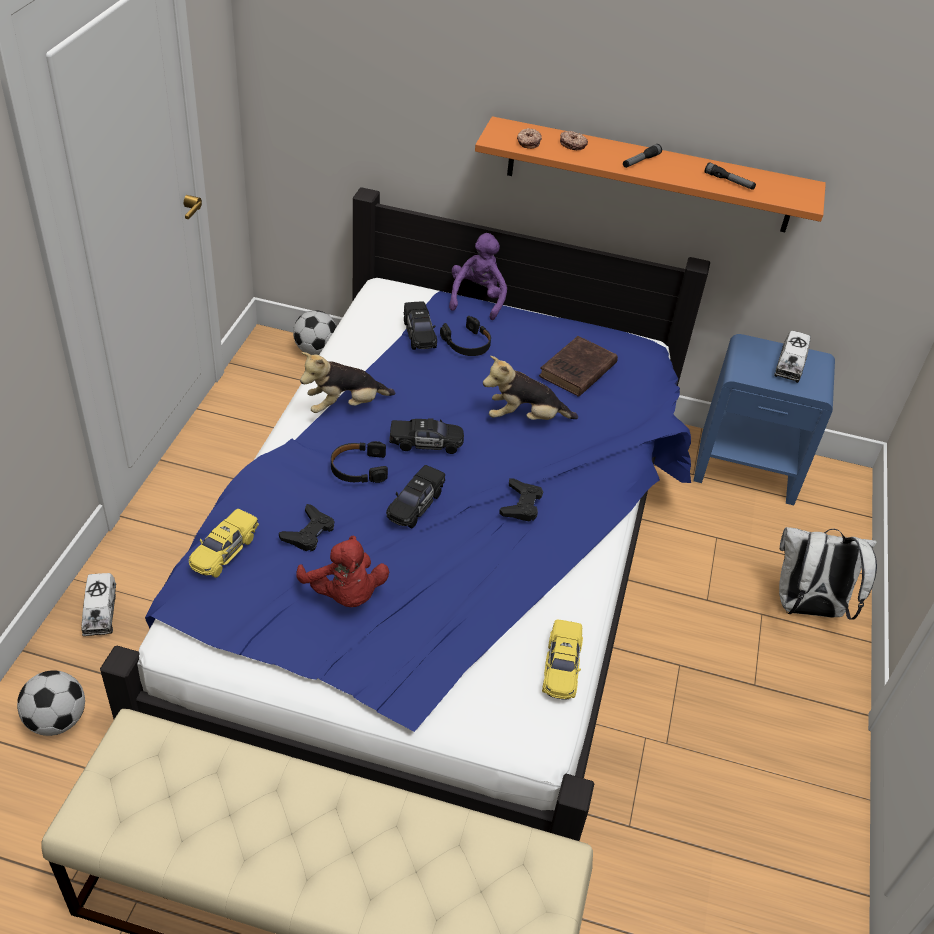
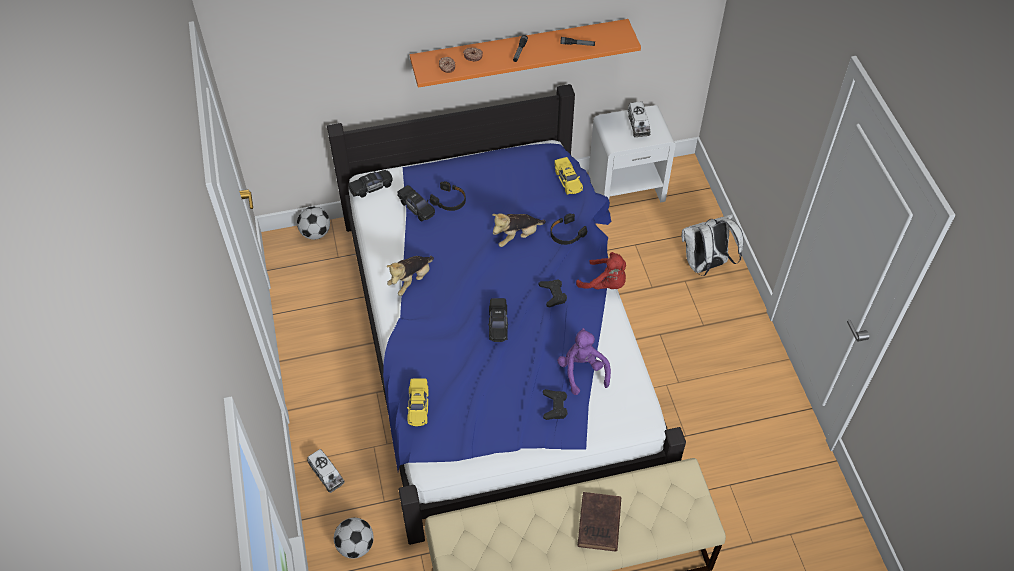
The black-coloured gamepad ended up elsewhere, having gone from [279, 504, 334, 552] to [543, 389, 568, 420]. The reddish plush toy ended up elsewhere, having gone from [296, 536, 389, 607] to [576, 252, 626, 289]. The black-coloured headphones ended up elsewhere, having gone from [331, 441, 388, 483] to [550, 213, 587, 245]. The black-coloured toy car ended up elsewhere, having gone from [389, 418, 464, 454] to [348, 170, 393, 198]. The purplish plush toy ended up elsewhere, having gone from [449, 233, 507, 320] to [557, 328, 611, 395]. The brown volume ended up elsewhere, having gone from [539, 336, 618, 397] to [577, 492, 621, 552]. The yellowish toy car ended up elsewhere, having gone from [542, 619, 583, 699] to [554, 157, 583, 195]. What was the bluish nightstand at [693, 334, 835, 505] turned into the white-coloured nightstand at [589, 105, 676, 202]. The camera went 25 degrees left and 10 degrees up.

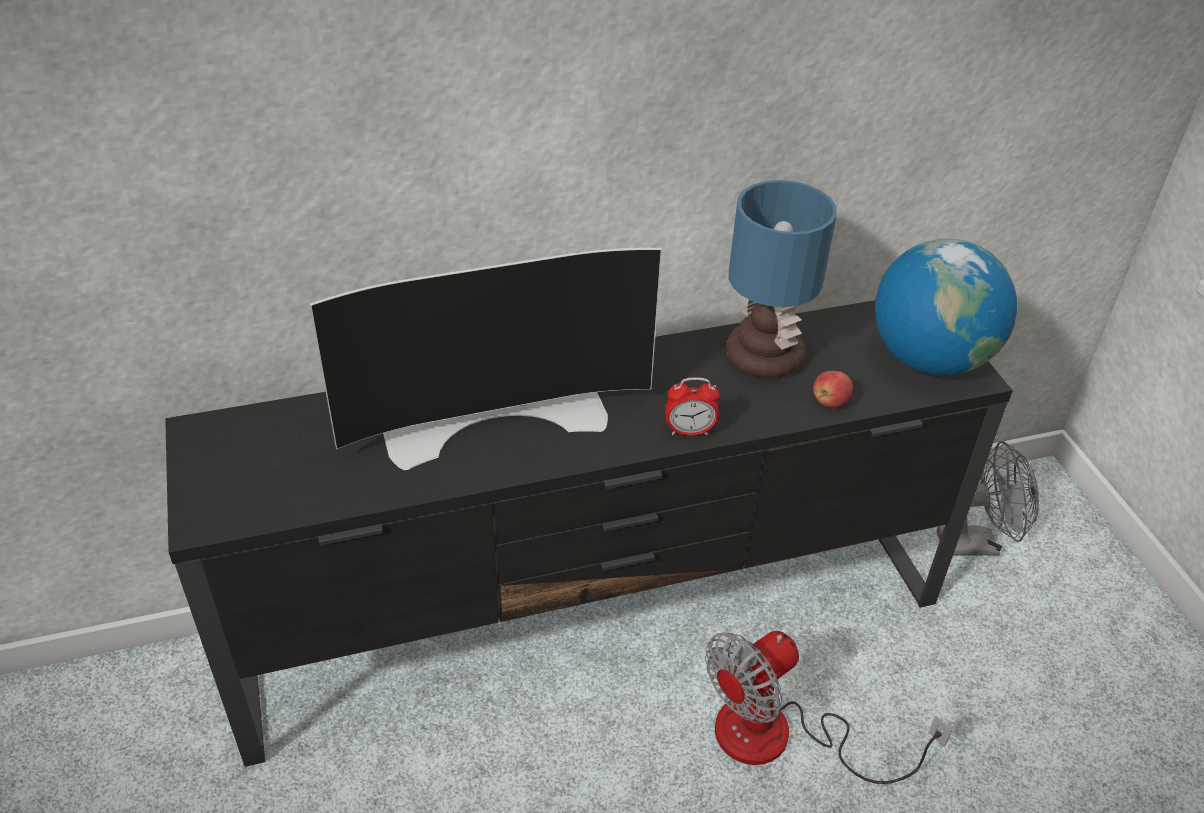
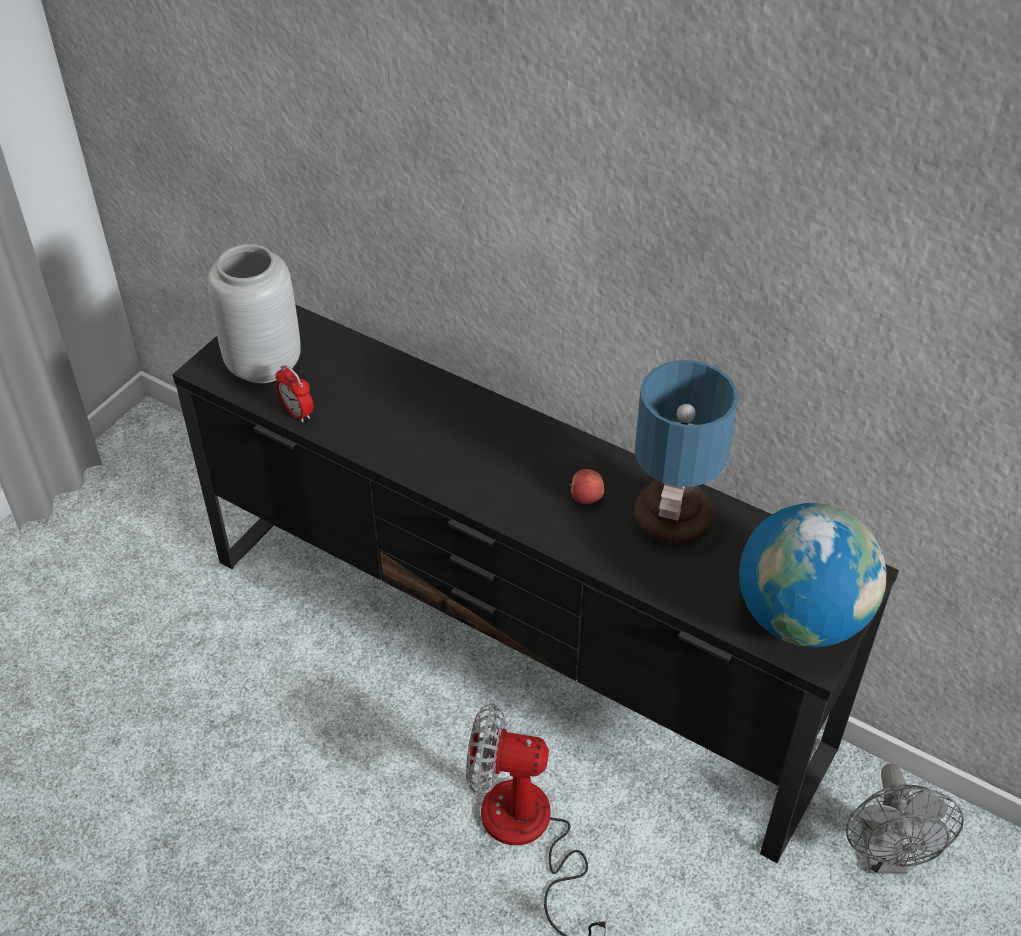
The second view lost the TV set at [310, 248, 662, 470]. The second view gained the gray flower vase at [207, 244, 301, 383]. The bedside clock ended up elsewhere, having gone from [665, 377, 720, 436] to [275, 365, 314, 423]. The whole apple ended up elsewhere, having gone from [813, 371, 853, 408] to [570, 469, 604, 504]. The gray electric fan at [937, 441, 1039, 556] ended up facing another way, 45 degrees clockwise from before. The camera went 50 degrees right and 5 degrees up.

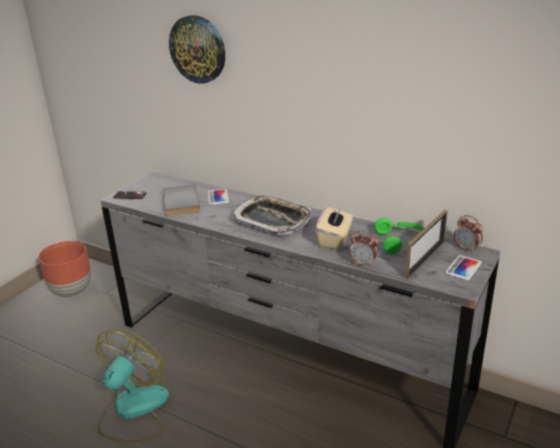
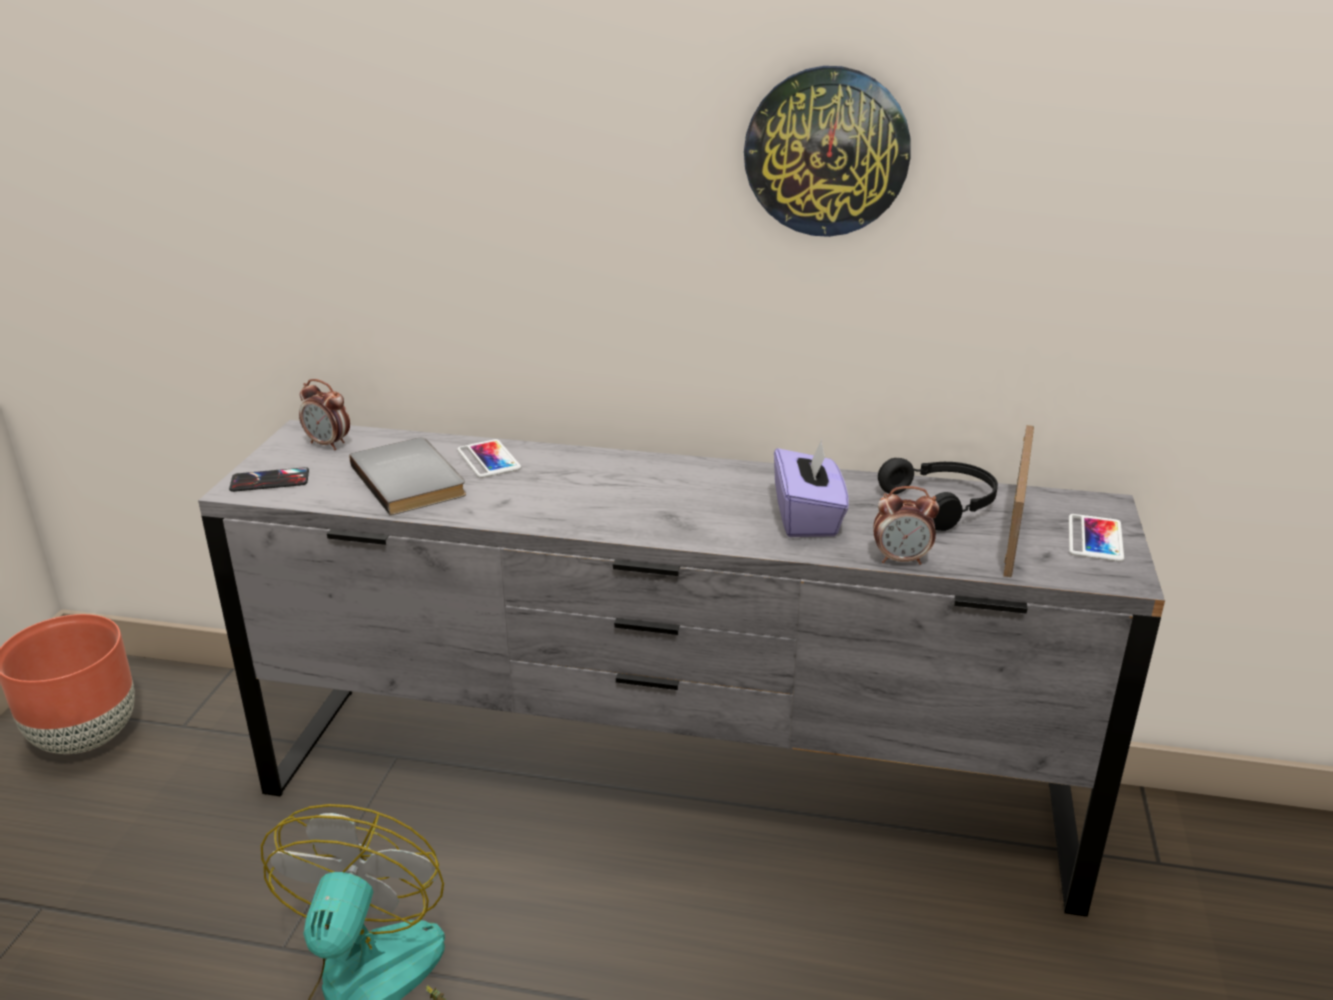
The second view lost the carrying tray at [231, 196, 311, 235]. The clock on the wall ended up elsewhere, having gone from [169, 15, 225, 84] to [744, 66, 911, 237]. The bedside clock ended up elsewhere, having gone from [454, 215, 483, 253] to [299, 379, 350, 450]. What was the beige tissue holder at [316, 205, 353, 250] turned into the purplish tissue holder at [774, 439, 849, 537]. What was the green headphones at [374, 218, 424, 254] turned into the black-coloured headphones at [878, 458, 998, 531]. The camera went 20 degrees left and 0 degrees up.

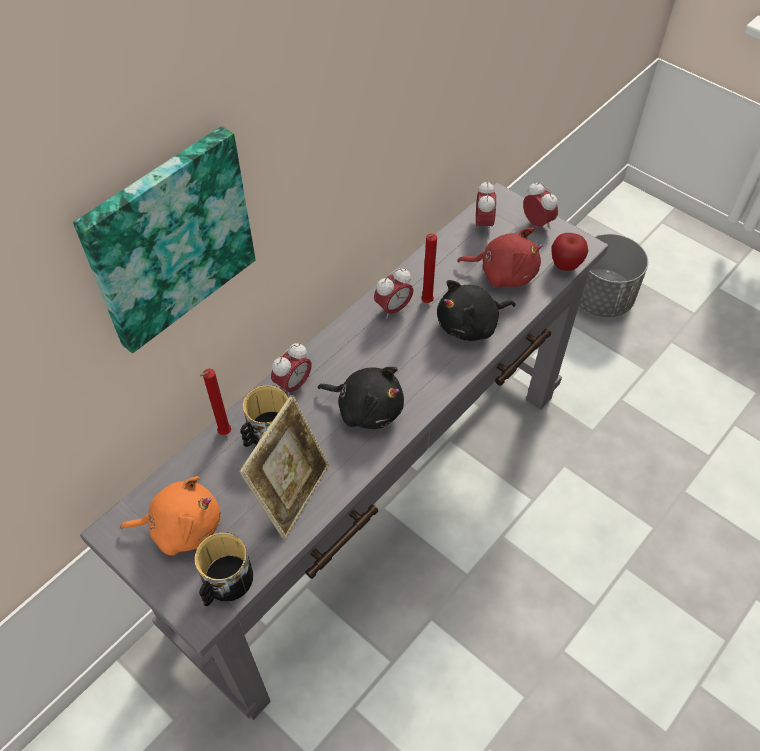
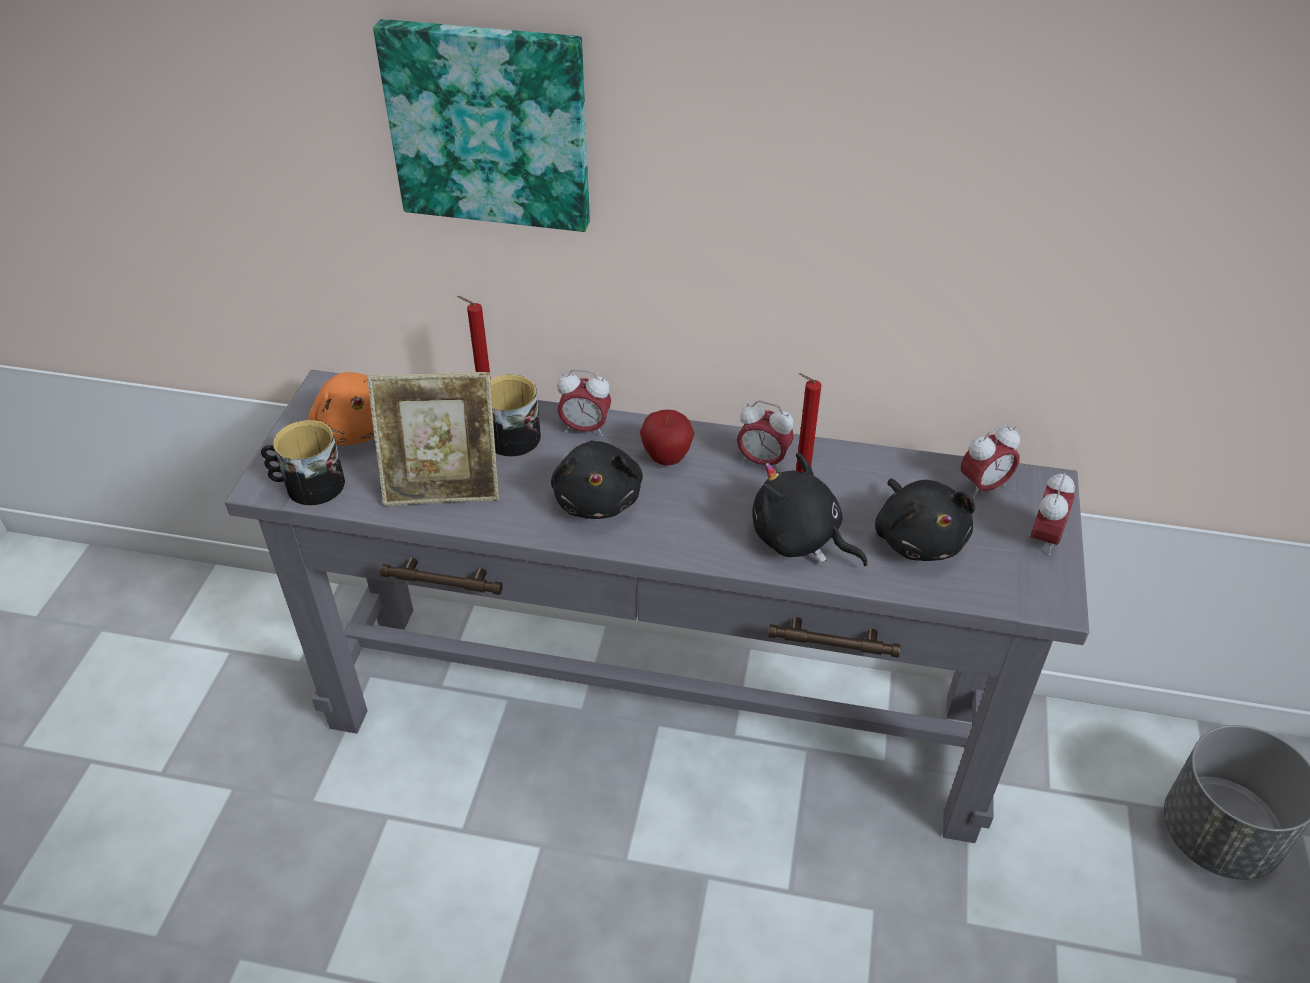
The whole apple ended up elsewhere, having gone from [552, 233, 588, 271] to [640, 410, 694, 465]. What was the reddish plush toy at [457, 228, 542, 288] turned into the black-coloured plush toy at [875, 478, 975, 561]. The camera went 60 degrees right and 10 degrees down.

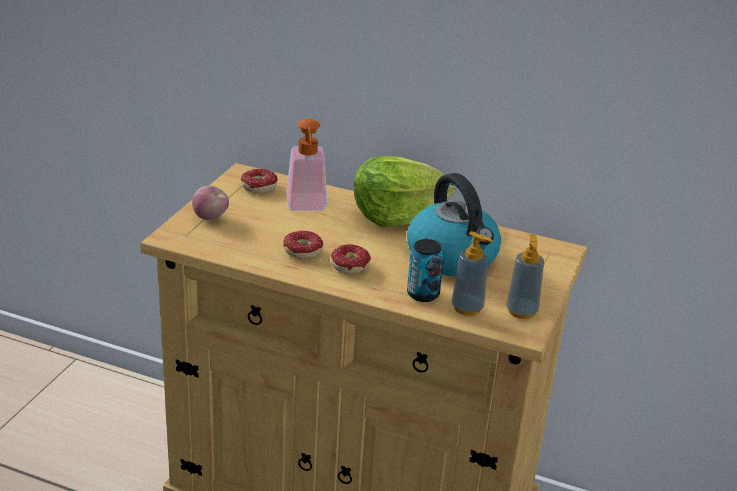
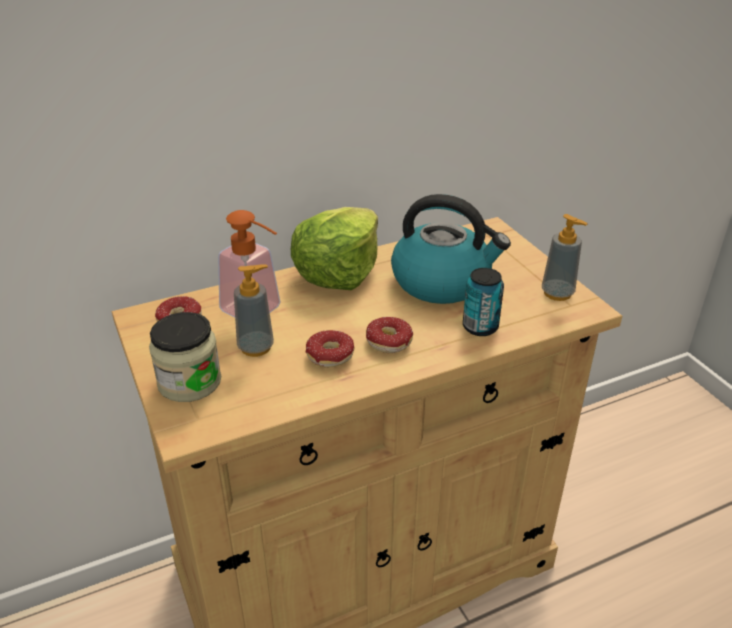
The soap bottle ended up elsewhere, having gone from [452, 231, 493, 316] to [234, 264, 274, 357]. Where the whole apple stood at [192, 186, 229, 220], the storage jar came to stand at [149, 312, 221, 402]. The camera went 45 degrees left and 5 degrees up.

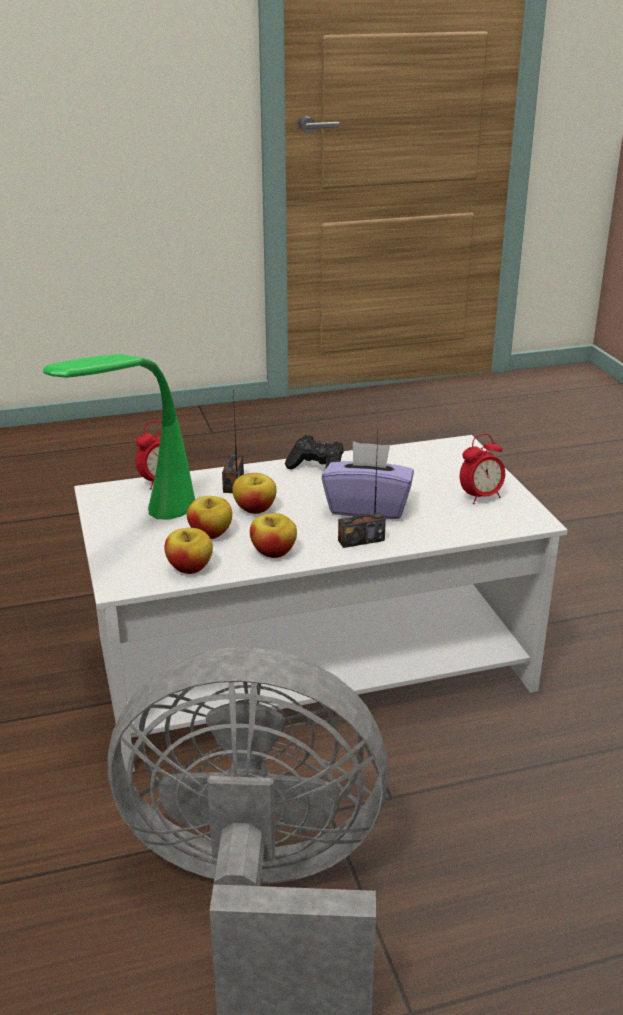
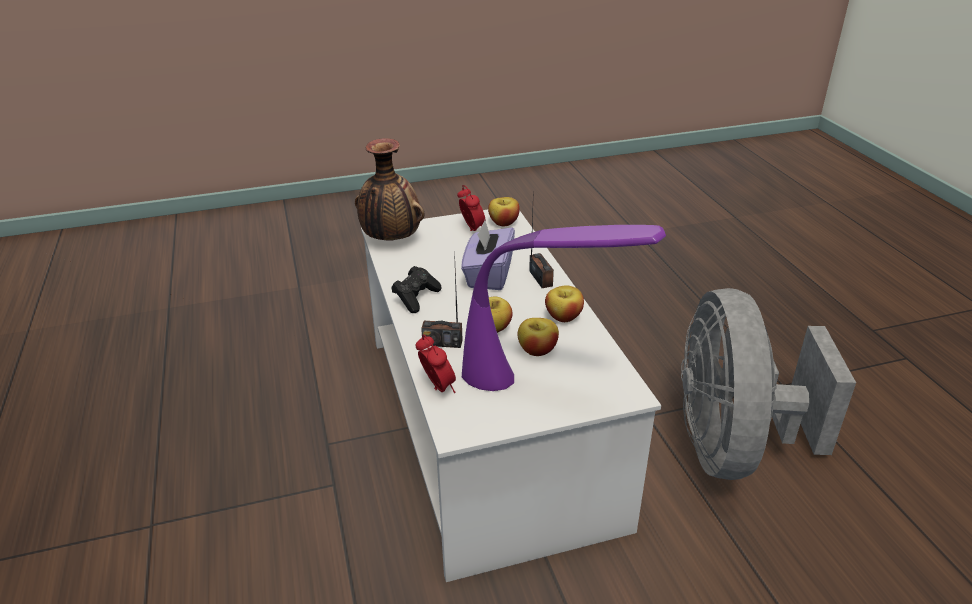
The second view gained the flower vase at [355, 138, 424, 241]. The whole apple ended up elsewhere, having gone from [164, 528, 213, 574] to [488, 197, 520, 226]. What was the green table lamp at [43, 354, 195, 520] turned into the purplish table lamp at [462, 225, 666, 391]. The camera went 90 degrees left and 5 degrees up.

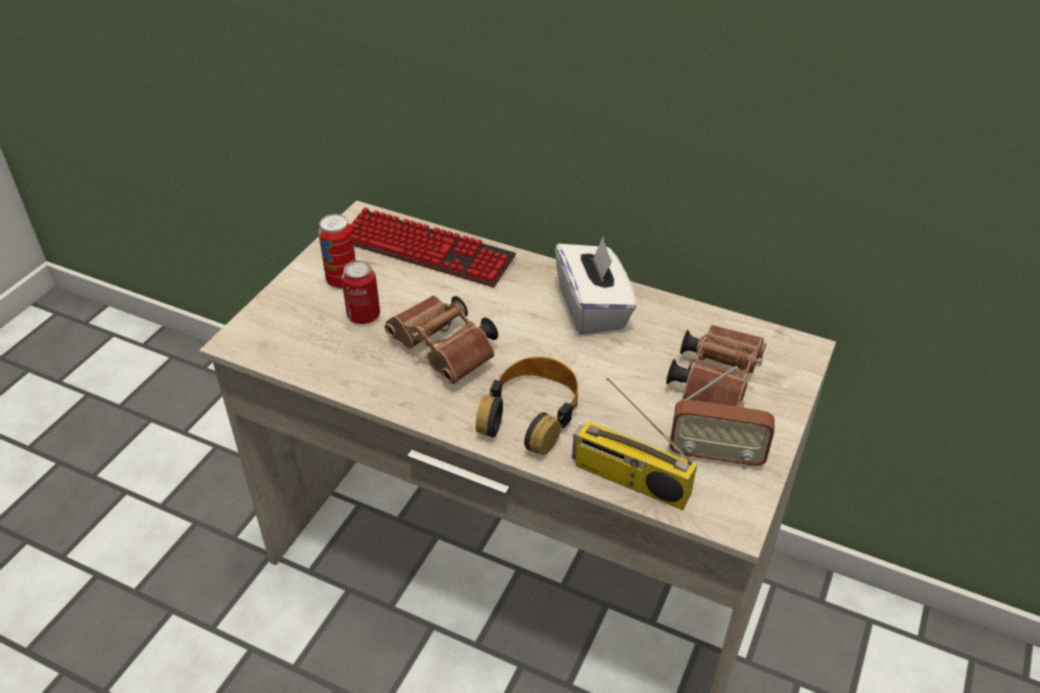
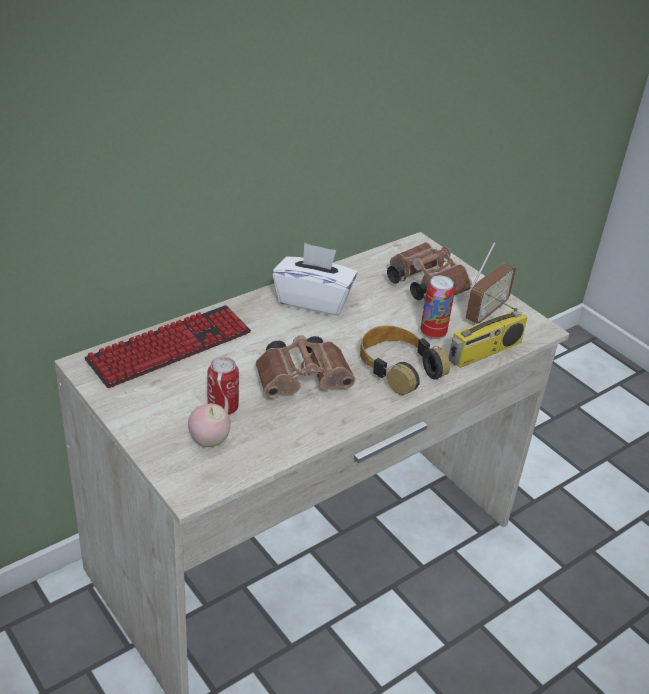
The second view gained the whole apple at [188, 404, 231, 447]. The sealed can ended up elsewhere, having gone from [318, 214, 356, 289] to [420, 276, 455, 339]. The camera went 65 degrees left and 5 degrees down.

